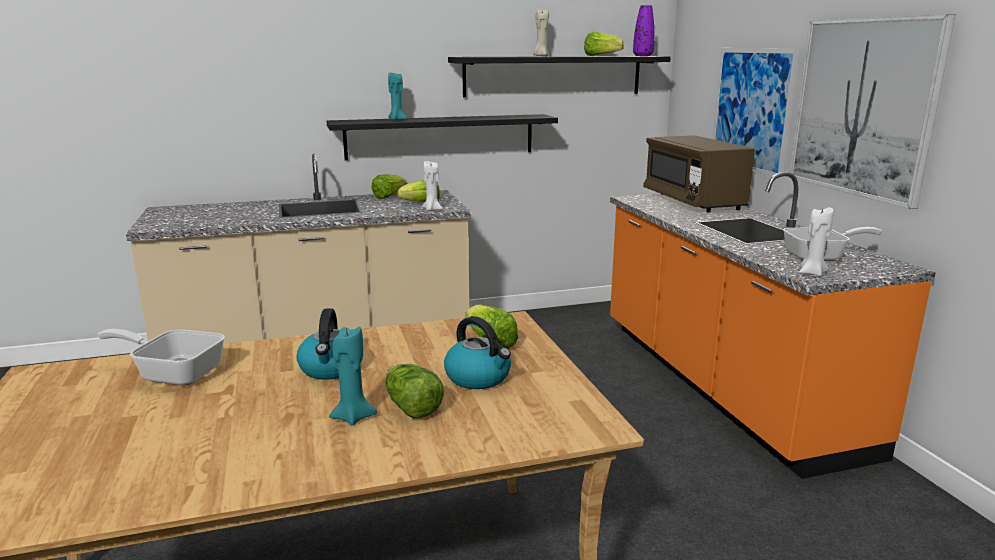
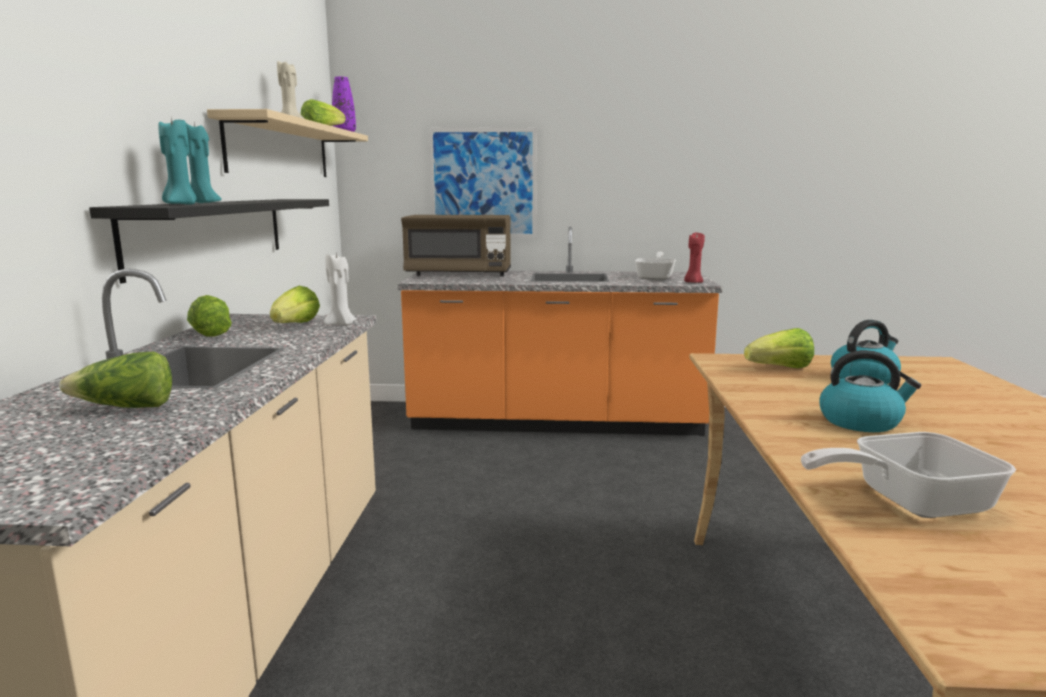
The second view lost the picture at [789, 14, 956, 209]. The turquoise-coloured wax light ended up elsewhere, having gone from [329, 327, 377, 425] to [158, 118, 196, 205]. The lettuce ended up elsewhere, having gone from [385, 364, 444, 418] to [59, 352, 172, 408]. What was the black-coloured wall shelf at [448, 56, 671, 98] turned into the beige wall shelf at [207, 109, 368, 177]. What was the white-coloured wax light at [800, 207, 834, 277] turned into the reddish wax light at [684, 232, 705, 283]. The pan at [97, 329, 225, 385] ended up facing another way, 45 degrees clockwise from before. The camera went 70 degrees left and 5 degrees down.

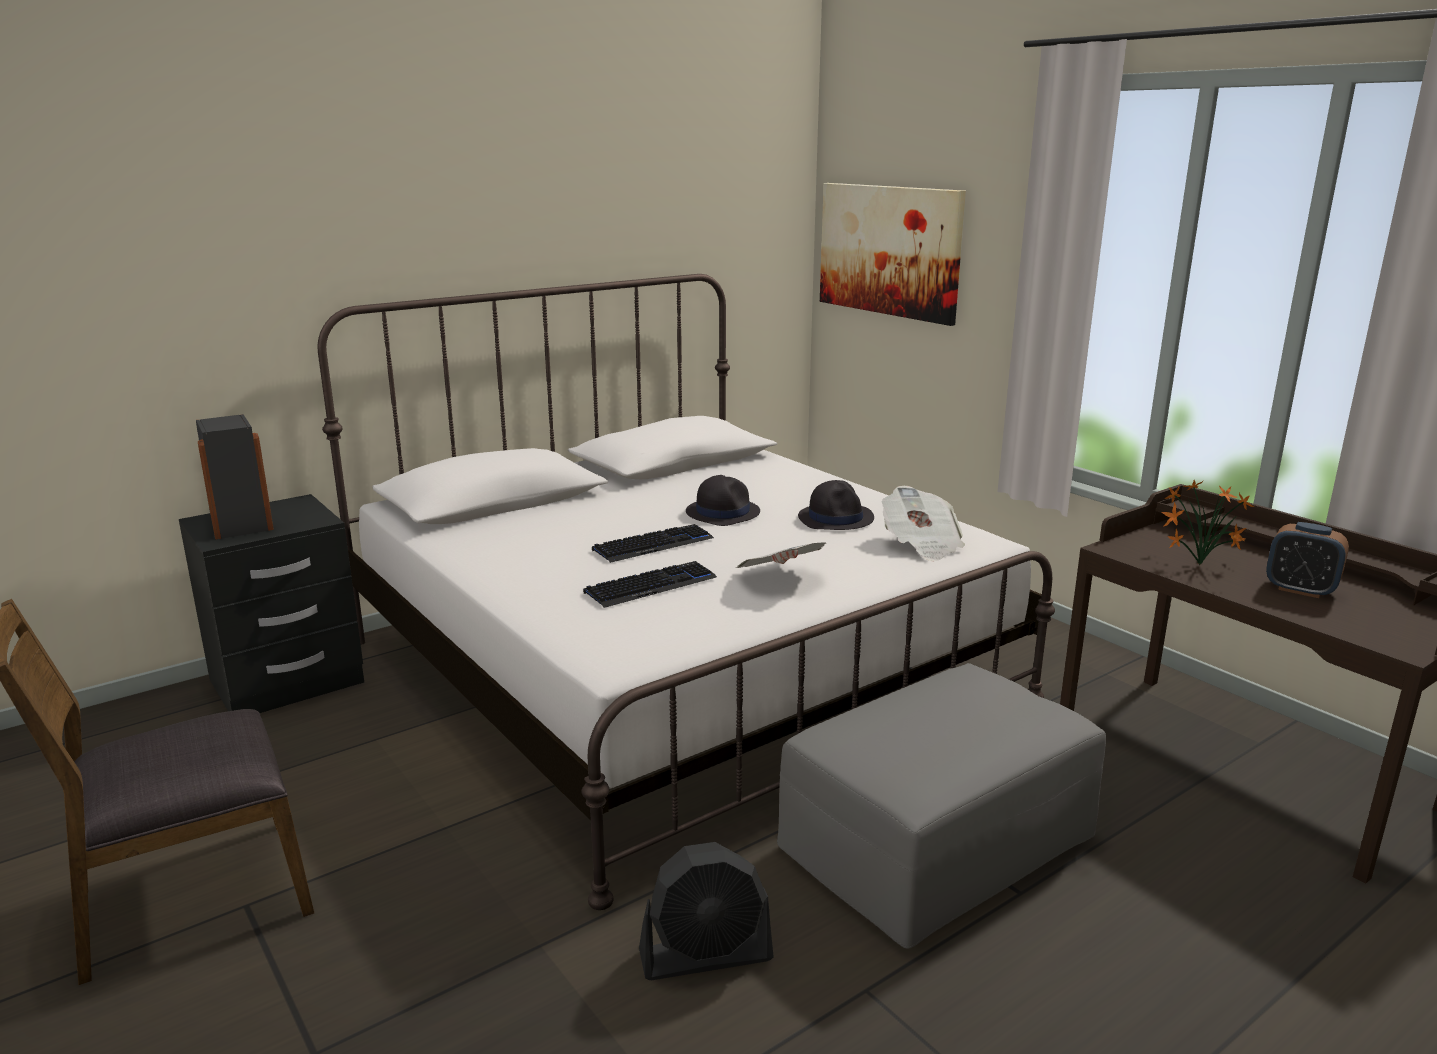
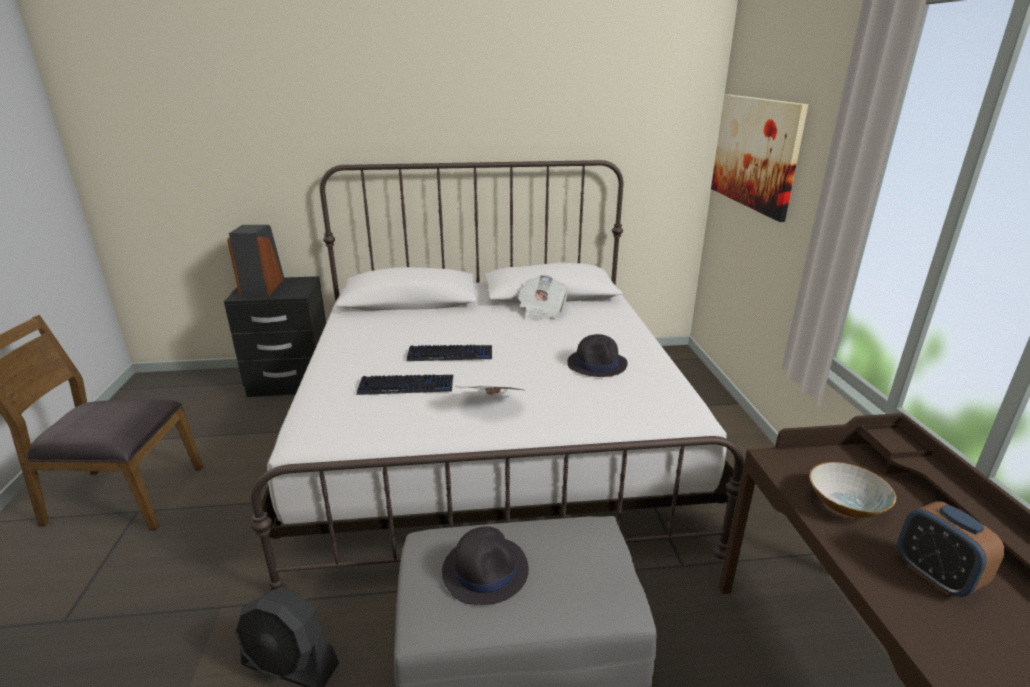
The black-coloured clothing hat ended up elsewhere, having gone from [686, 475, 760, 526] to [442, 526, 529, 605]. The newspaper ended up elsewhere, having gone from [882, 486, 965, 562] to [518, 275, 568, 321]. Where the potted plant stood at [1162, 480, 1255, 565], the deep dish came to stand at [809, 462, 896, 518]. The camera went 30 degrees right and 5 degrees up.

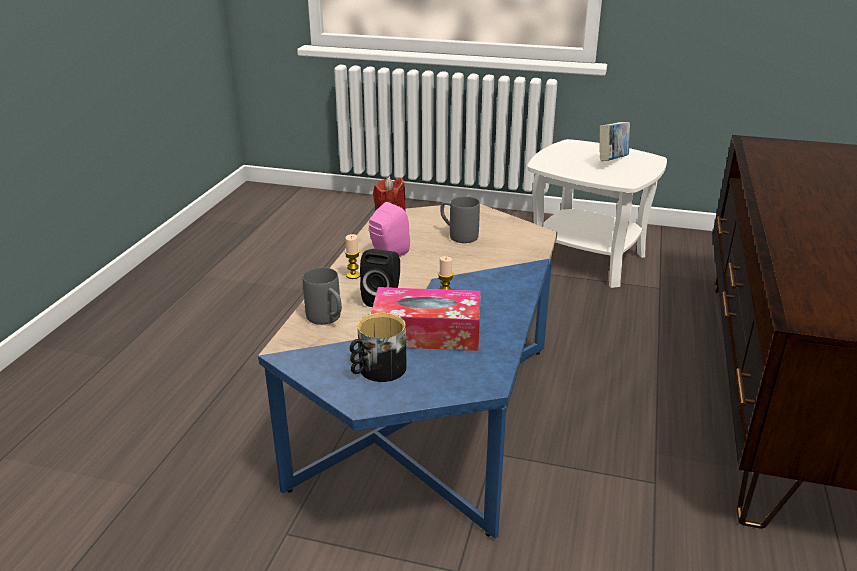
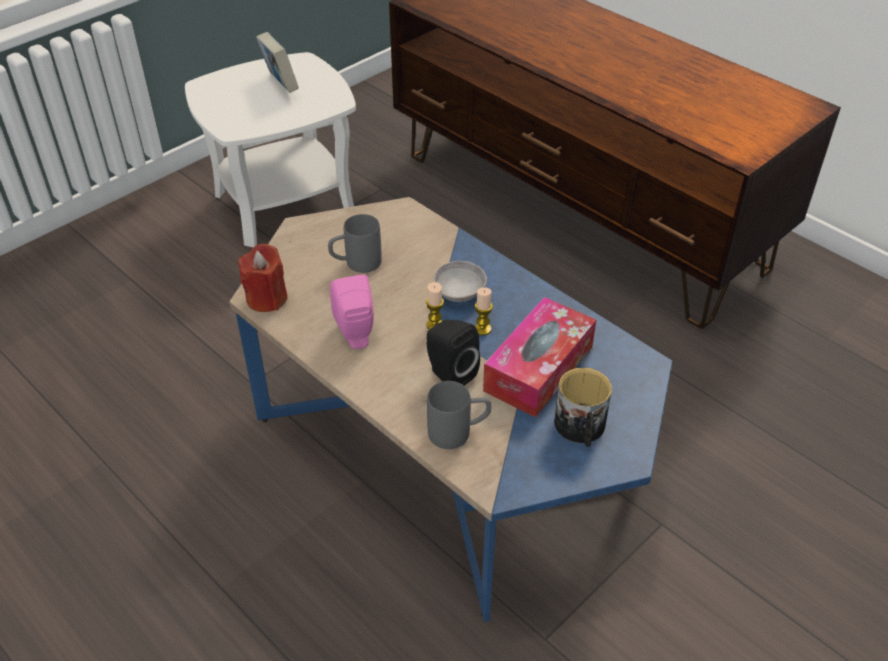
The second view gained the gray deep dish at [433, 261, 487, 302]. The wax light ended up elsewhere, having gone from [345, 234, 360, 279] to [426, 282, 444, 330]. The camera went 60 degrees left and 15 degrees up.

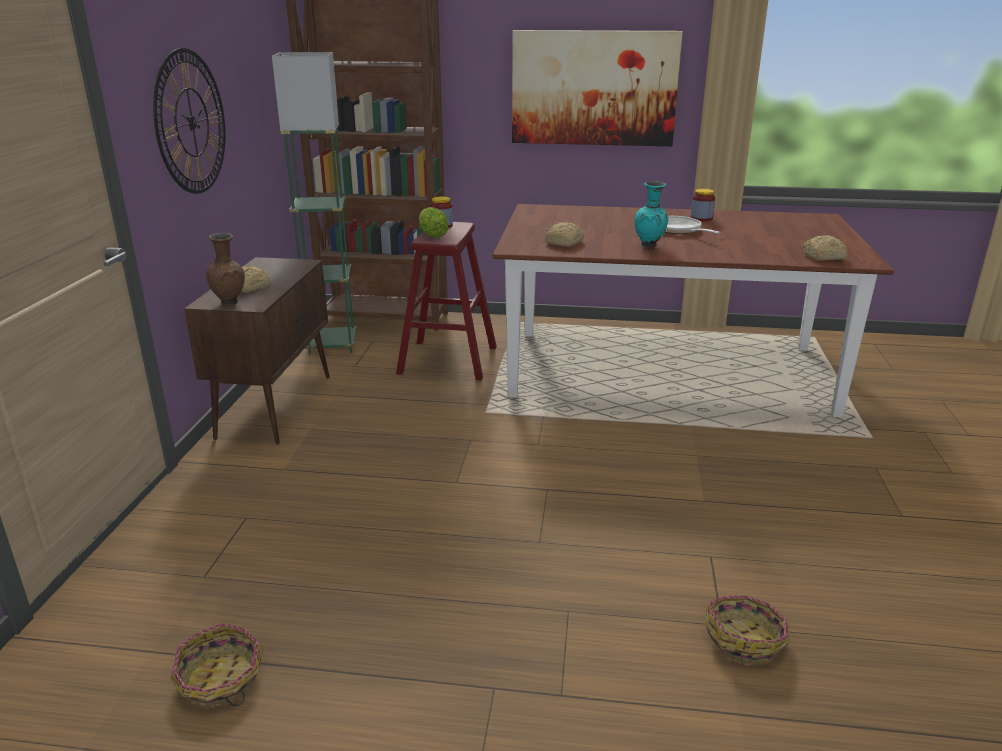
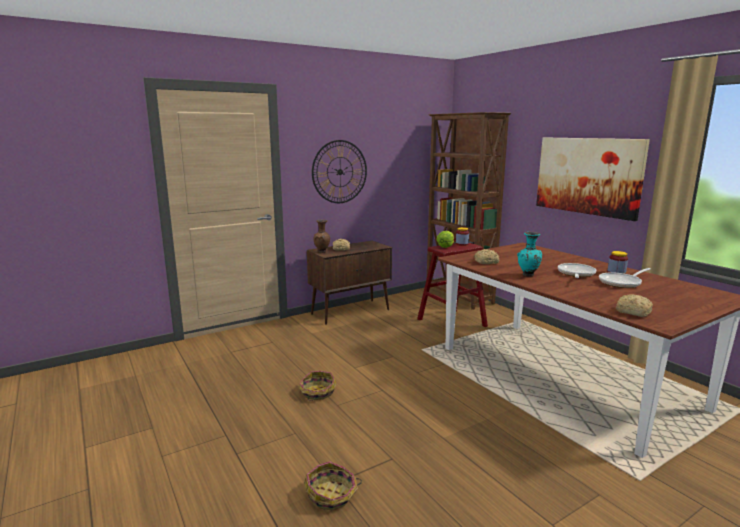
The second view lost the green standing lamp at [272, 52, 357, 355]. The second view gained the pan at [599, 268, 650, 288]. The household basket ended up elsewhere, having gone from [170, 623, 263, 706] to [298, 371, 337, 401]. The camera went 50 degrees right and 10 degrees down.

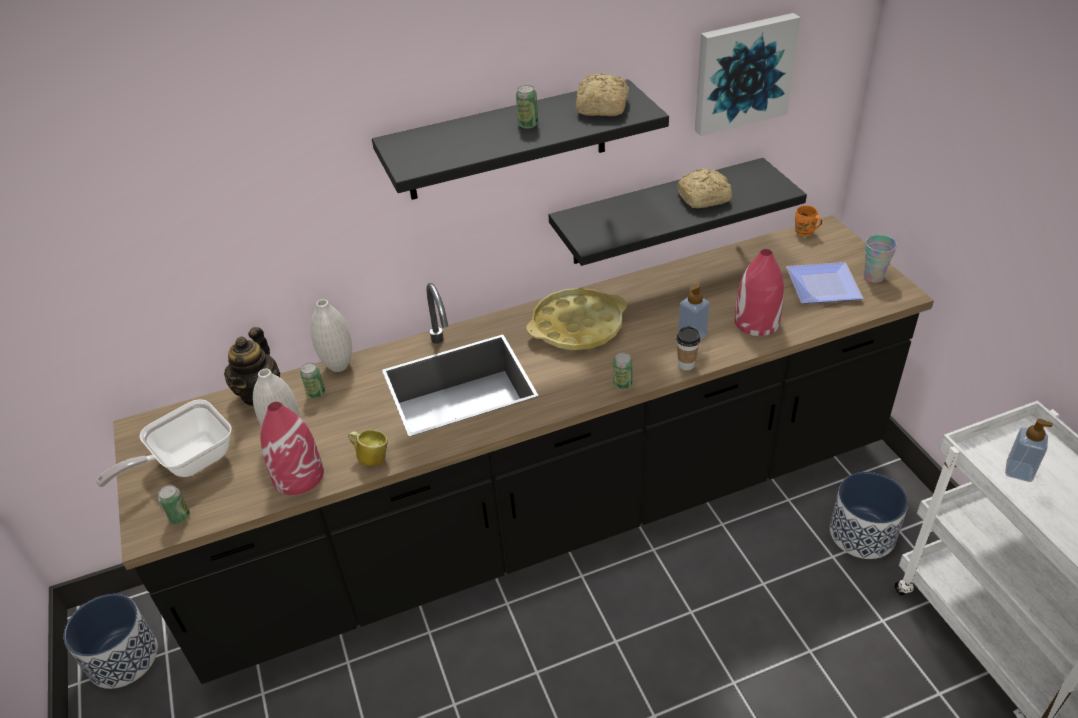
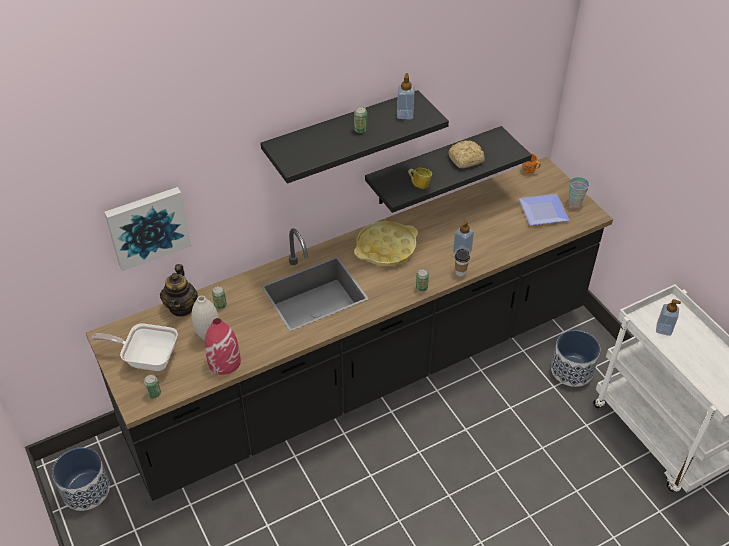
The second view lost the white-coloured flower vase at [310, 299, 352, 372]. The second view lost the reddish flower vase at [735, 249, 784, 336]. The mug ended up elsewhere, having gone from [348, 430, 388, 467] to [408, 168, 432, 189]. The picture ended up elsewhere, having gone from [695, 13, 801, 136] to [104, 187, 191, 271]. Where the bread stood at [576, 73, 629, 116], the soap bottle came to stand at [397, 73, 415, 120]. The pan at [96, 399, 232, 487] ended up facing another way, 60 degrees clockwise from before. The camera went 10 degrees left and 5 degrees up.

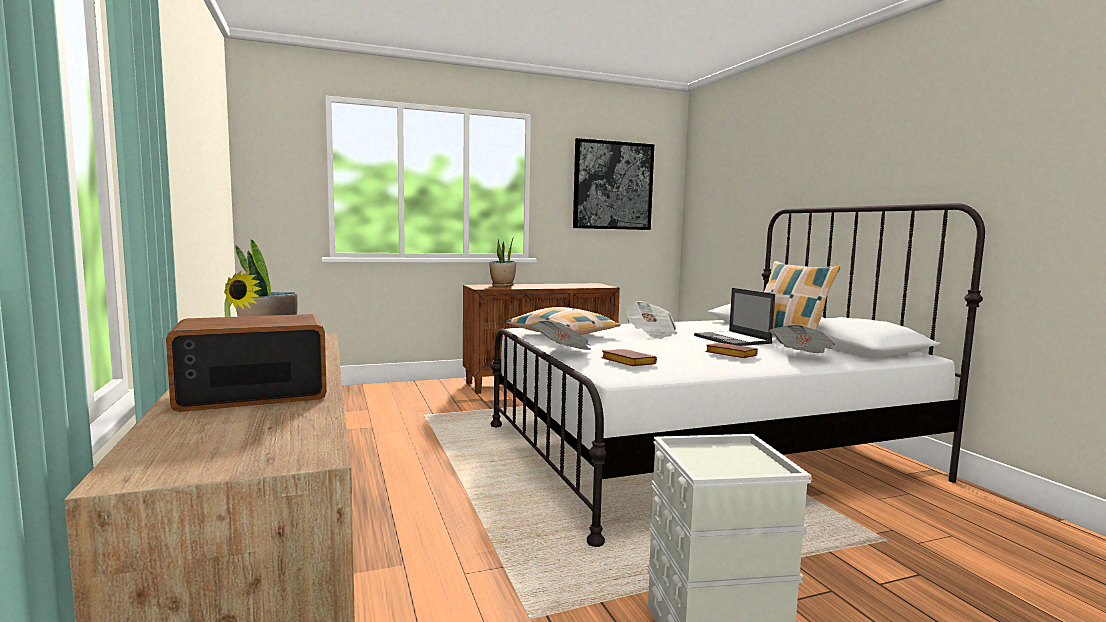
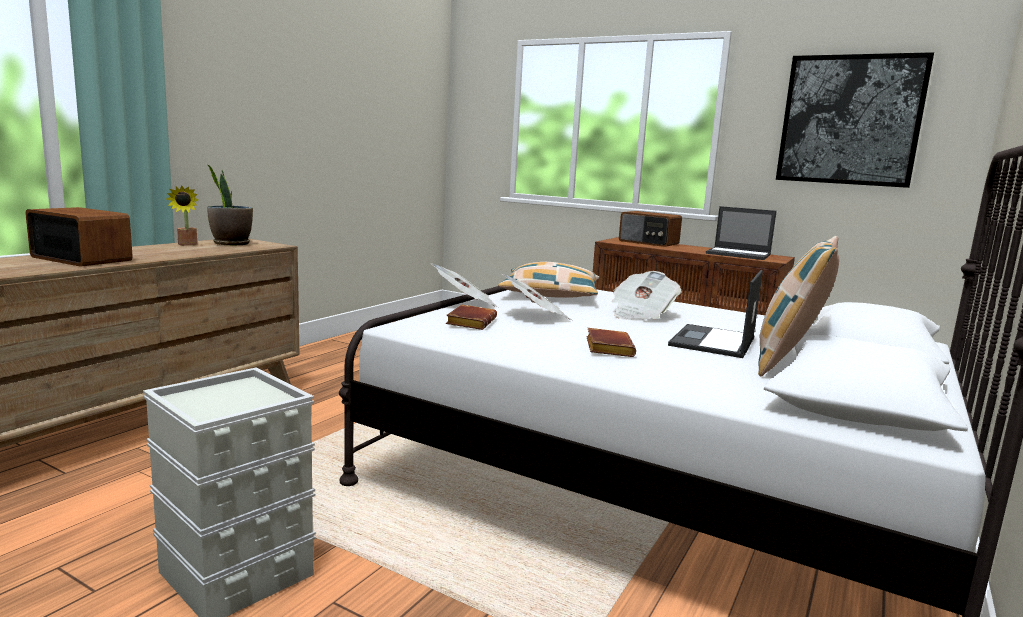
The second view gained the laptop at [706, 206, 777, 260]. The newspaper ended up elsewhere, having gone from [769, 325, 835, 353] to [502, 274, 572, 320]. Where the potted plant stood at [489, 236, 516, 287], the radio set came to stand at [619, 211, 682, 247]. The camera went 50 degrees right and 5 degrees up.

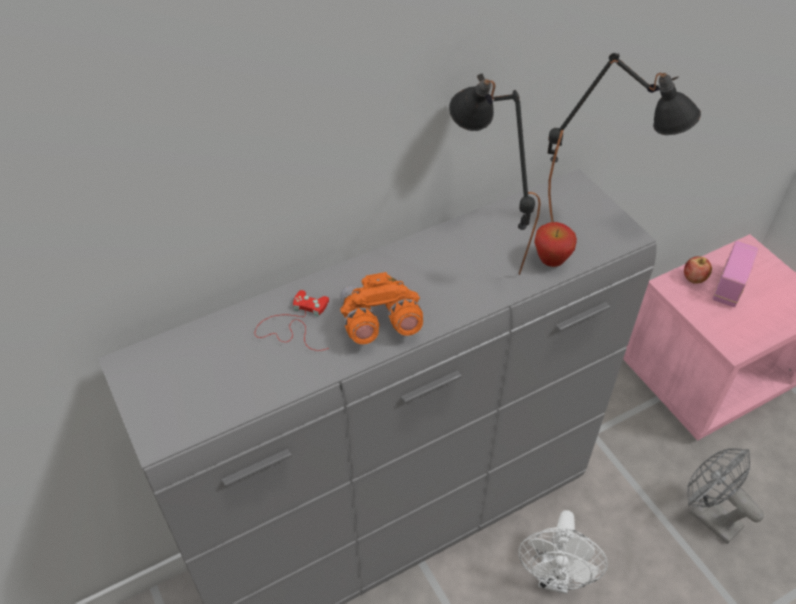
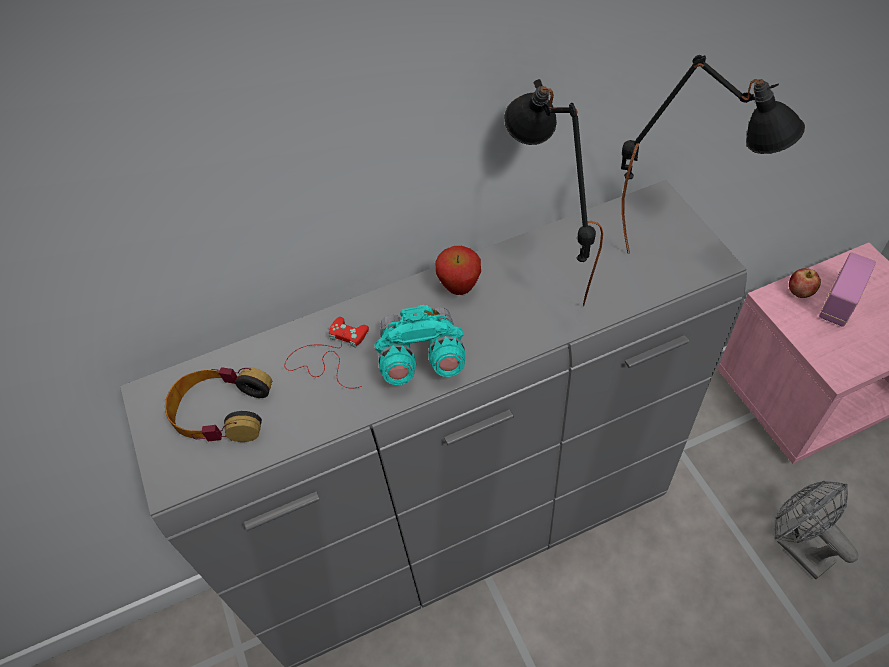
The second view lost the white-coloured electric fan at [518, 510, 608, 594]. The second view gained the headphones at [165, 367, 272, 442]. The whole apple ended up elsewhere, having gone from [534, 222, 577, 267] to [435, 246, 481, 295]. What was the orange-coloured pair of binoculars at [340, 272, 423, 344] turned into the turquoise-coloured pair of binoculars at [375, 305, 466, 385]. The camera went 10 degrees right and 5 degrees up.

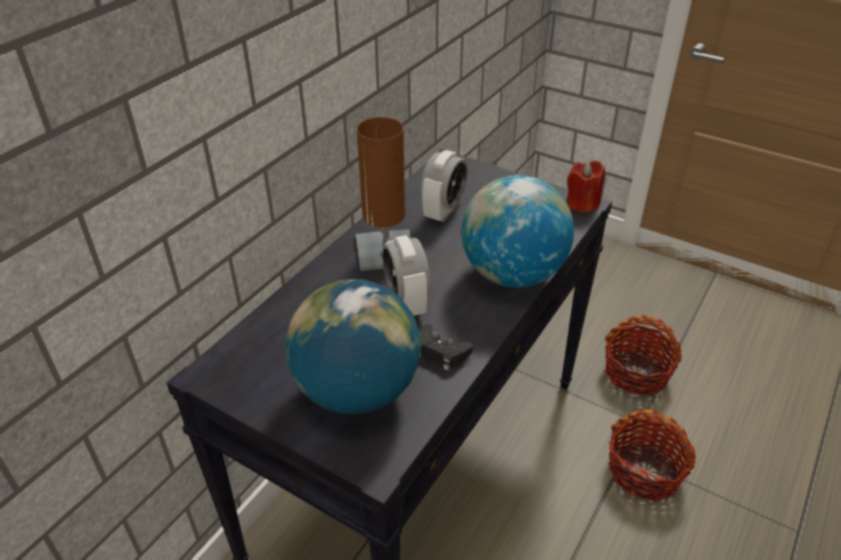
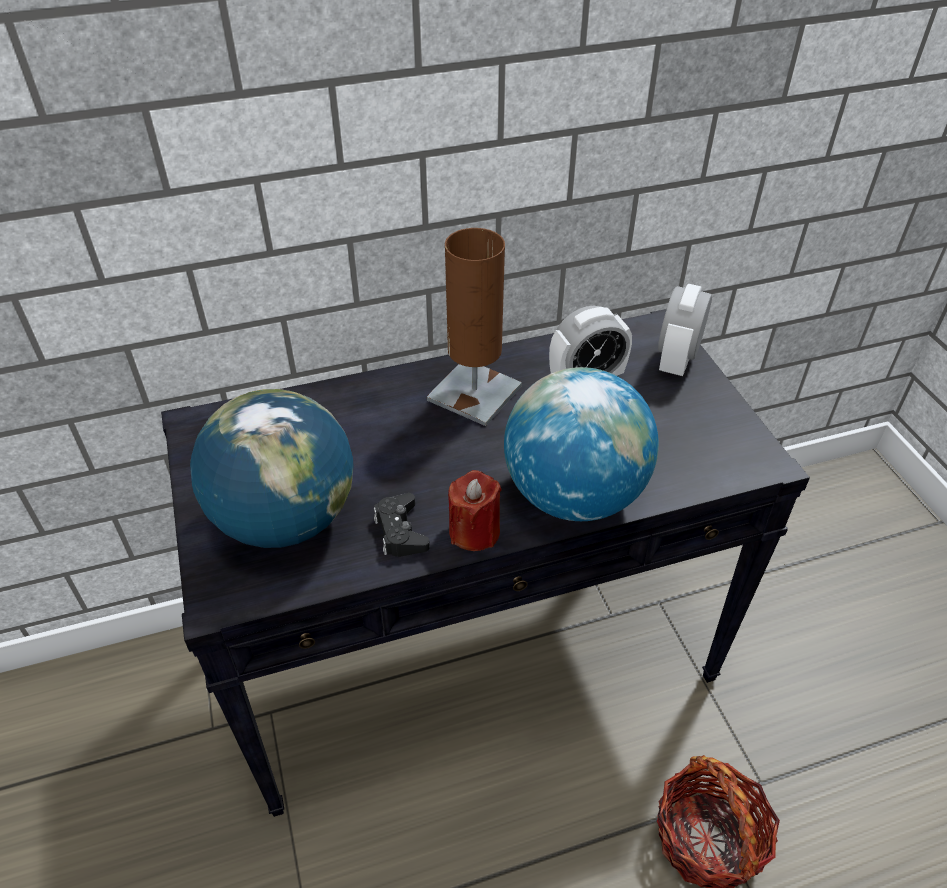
The second view lost the household basket at [605, 315, 682, 396]. The bedside clock ended up elsewhere, having gone from [382, 235, 431, 316] to [658, 284, 712, 376]. The reddish wax light ended up elsewhere, having gone from [567, 161, 605, 213] to [448, 470, 502, 551]. The camera went 40 degrees right and 5 degrees up.

